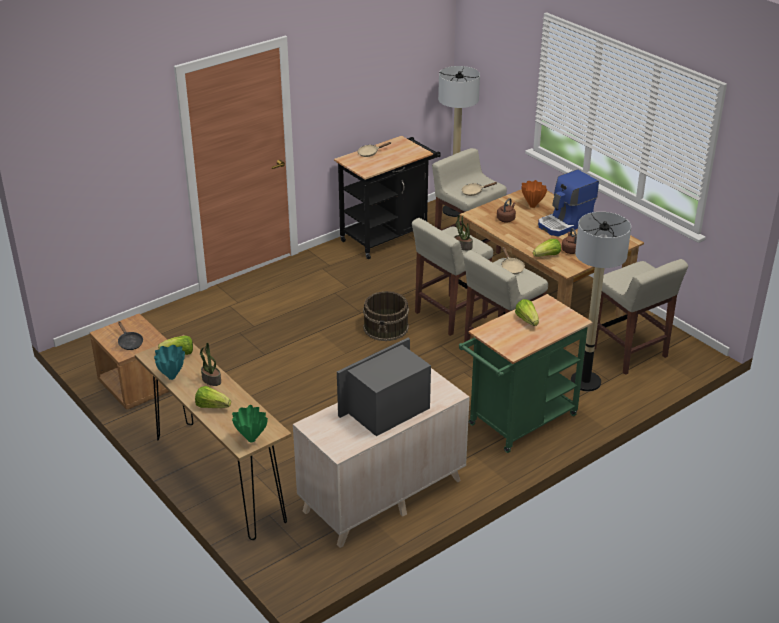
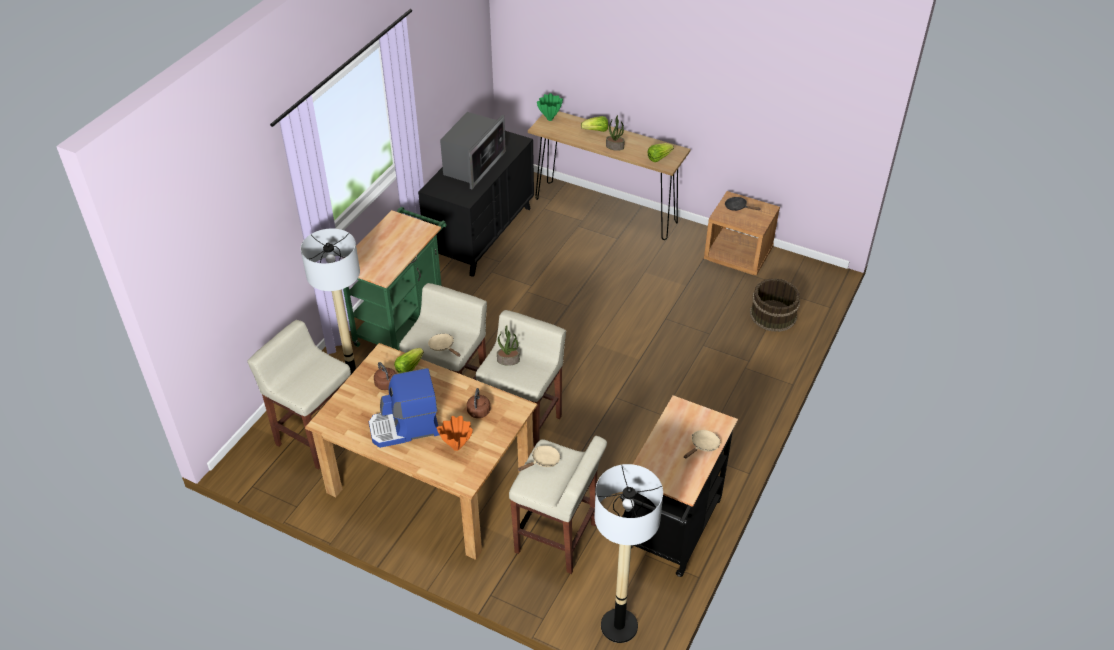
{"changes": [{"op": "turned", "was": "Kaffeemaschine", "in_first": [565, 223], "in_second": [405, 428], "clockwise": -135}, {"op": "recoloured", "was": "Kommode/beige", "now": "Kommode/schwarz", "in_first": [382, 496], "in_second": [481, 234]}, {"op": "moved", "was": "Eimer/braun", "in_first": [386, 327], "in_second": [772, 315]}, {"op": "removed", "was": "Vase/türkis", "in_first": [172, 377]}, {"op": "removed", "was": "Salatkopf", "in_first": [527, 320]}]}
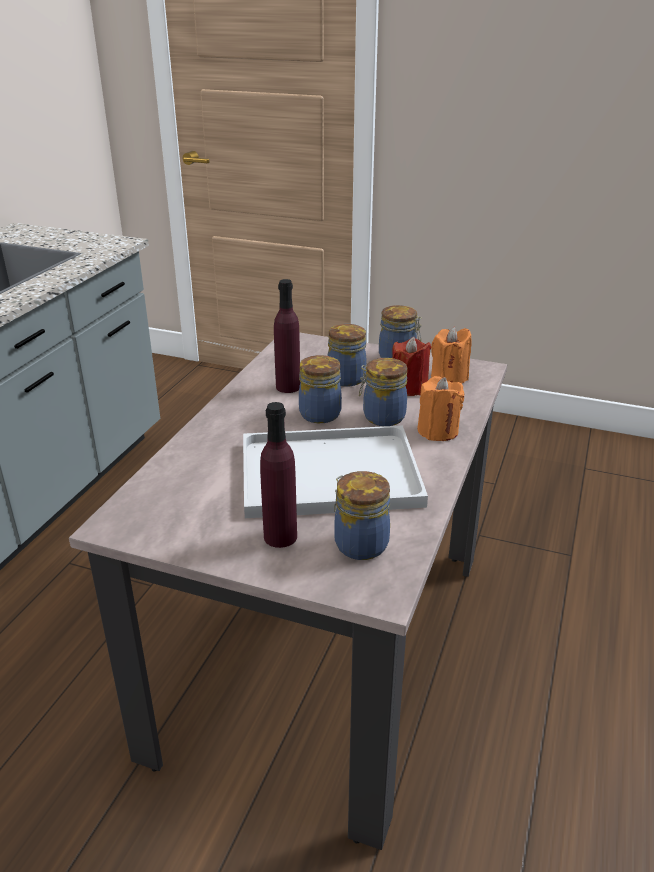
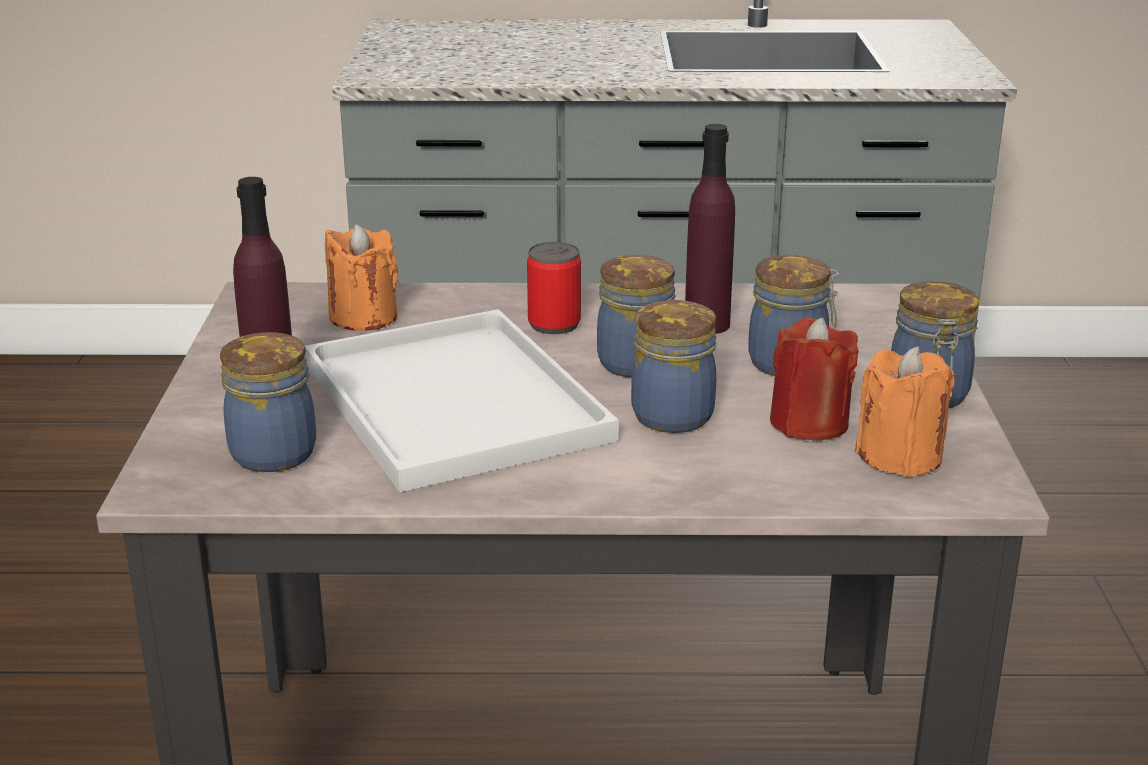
{"changes": [{"op": "moved", "was": "Kerze/orange", "in_first": [438, 431], "in_second": [363, 317]}, {"op": "added", "now": "Dose", "in_second": [554, 324]}]}
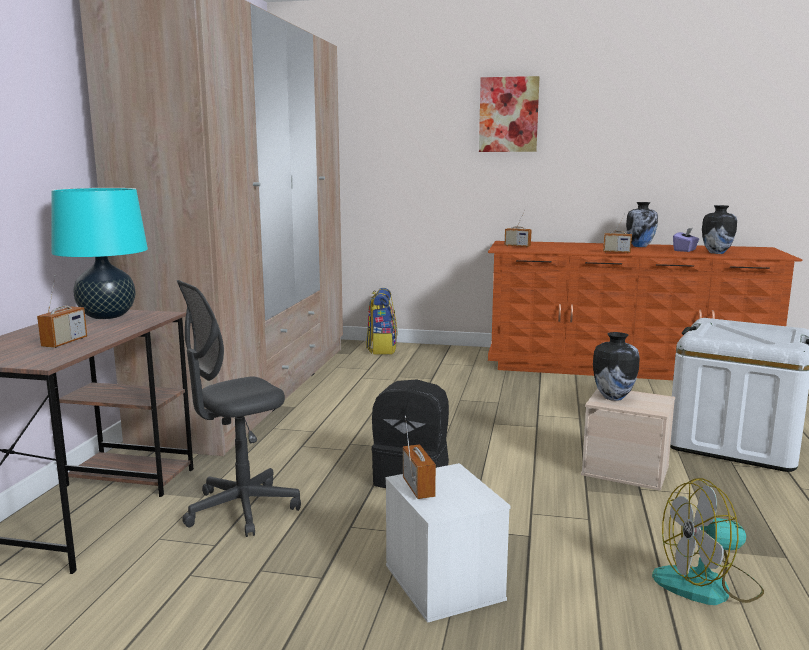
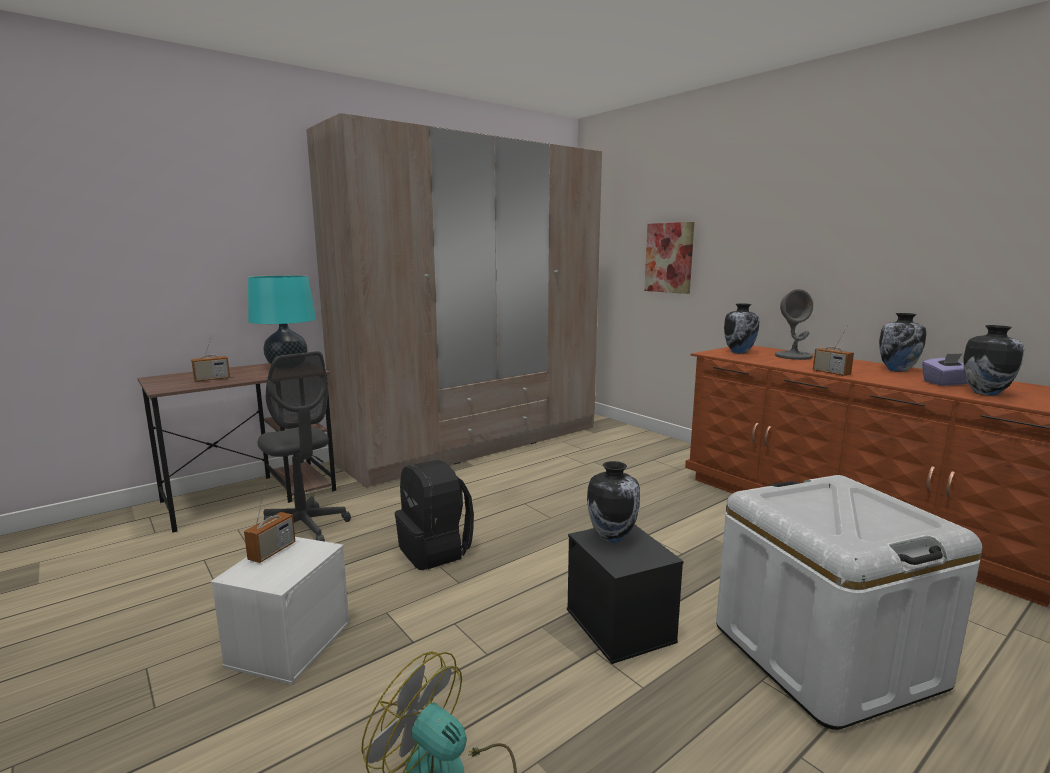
{"changes": [{"op": "turned", "was": "Bürostuhl/grau", "in_first": [242, 509], "in_second": [304, 529], "clockwise": -135}, {"op": "recoloured", "was": "Aufbewahrungsbox/beige", "now": "Aufbewahrungsbox/schwarz", "in_first": [626, 470], "in_second": [621, 626]}, {"op": "moved", "was": "Bild", "in_first": [508, 114], "in_second": [669, 258]}, {"op": "replaced", "was": "Radio", "now": "Vase", "in_first": [517, 246], "in_second": [739, 352]}, {"op": "added", "now": "Tischlampe/grau", "in_second": [793, 356]}, {"op": "removed", "was": "Rucksack", "in_first": [382, 349]}]}
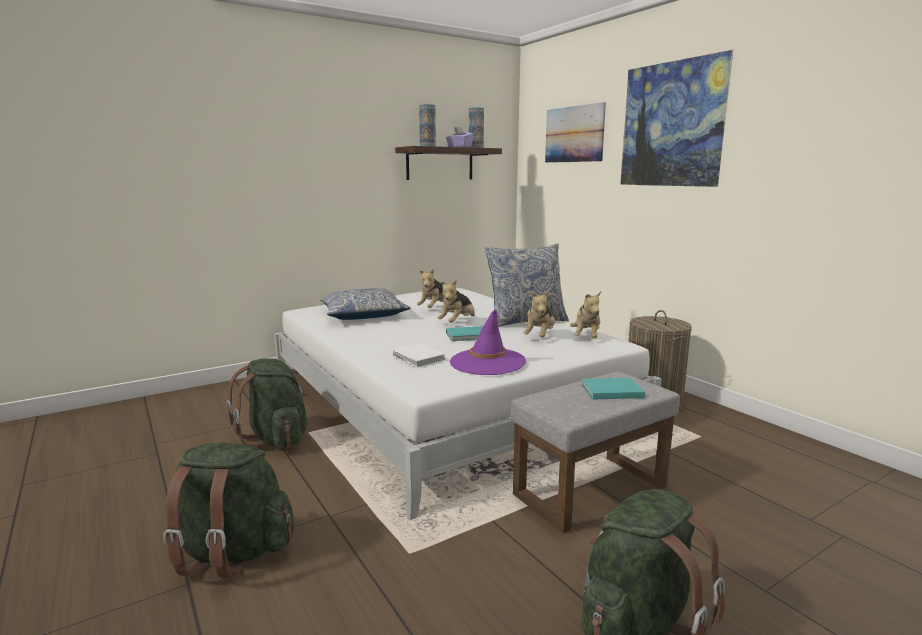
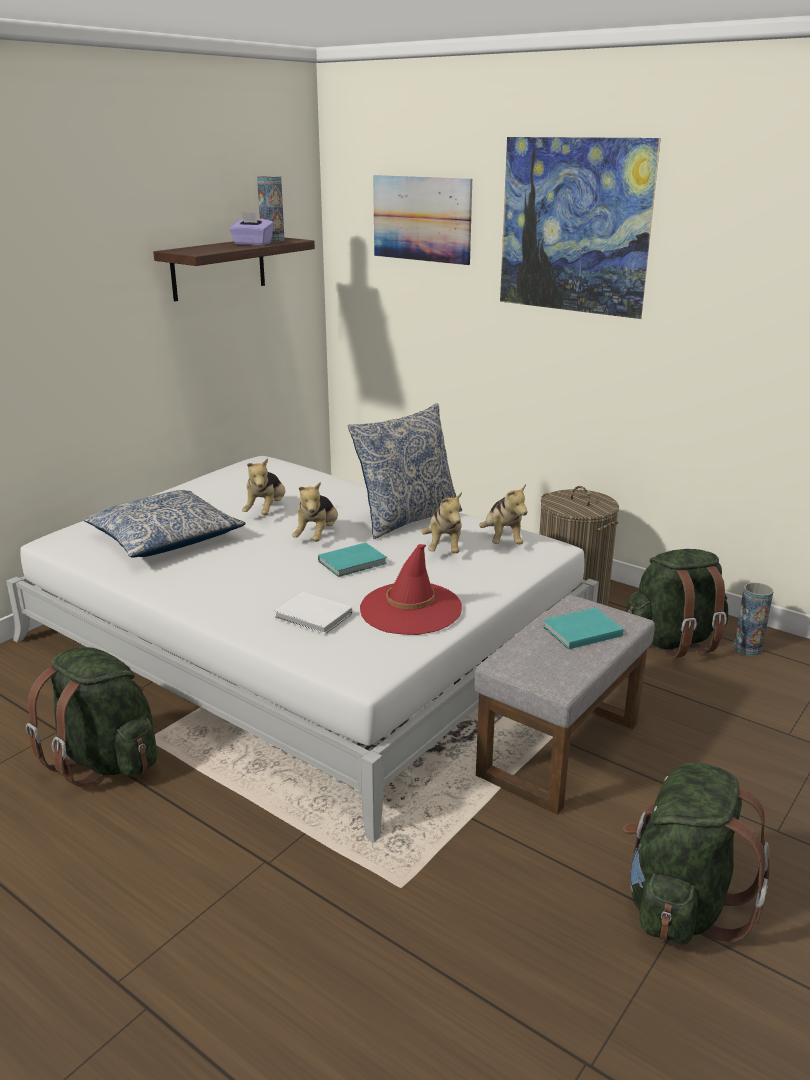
{"changes": [{"op": "recoloured", "was": "Hut/lila", "now": "Hut/rot", "in_first": [487, 362], "in_second": [410, 609]}, {"op": "moved", "was": "Rucksack/grün", "in_first": [231, 553], "in_second": [674, 641]}, {"op": "moved", "was": "Vase", "in_first": [427, 147], "in_second": [747, 648]}]}
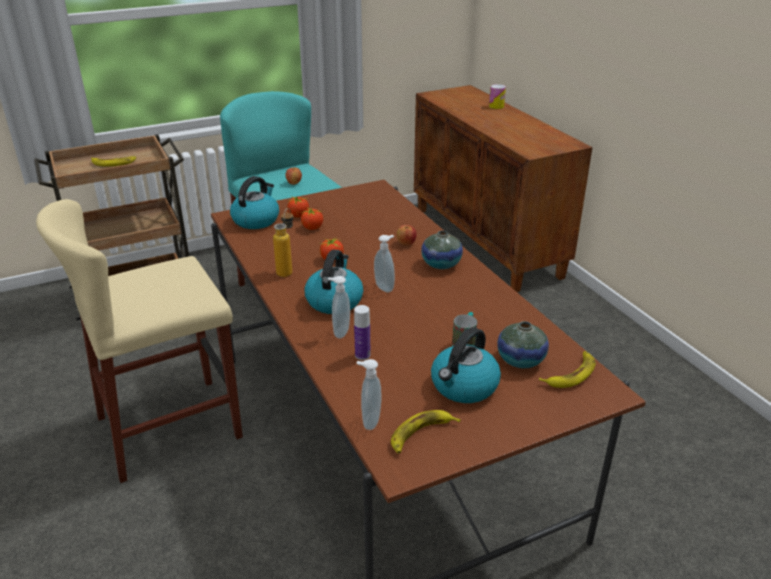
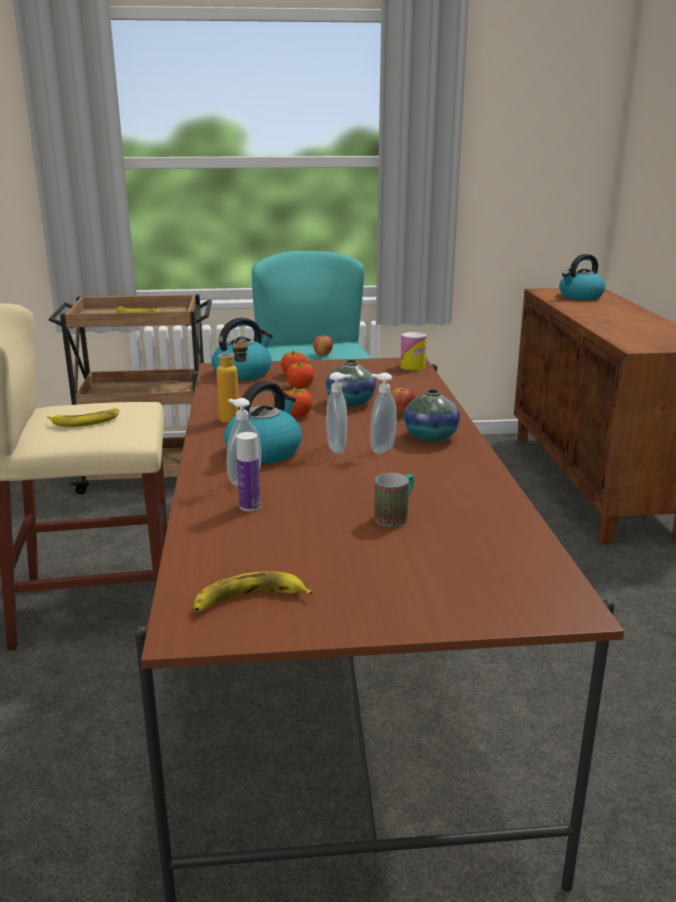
{"changes": [{"op": "moved", "was": "Banane", "in_first": [570, 374], "in_second": [86, 421]}, {"op": "moved", "was": "Vase", "in_first": [520, 360], "in_second": [350, 403]}, {"op": "moved", "was": "Seifenspender", "in_first": [369, 421], "in_second": [381, 449]}, {"op": "moved", "was": "Dose", "in_first": [496, 106], "in_second": [412, 367]}, {"op": "moved", "was": "Wasserkessel", "in_first": [464, 386], "in_second": [580, 296]}]}
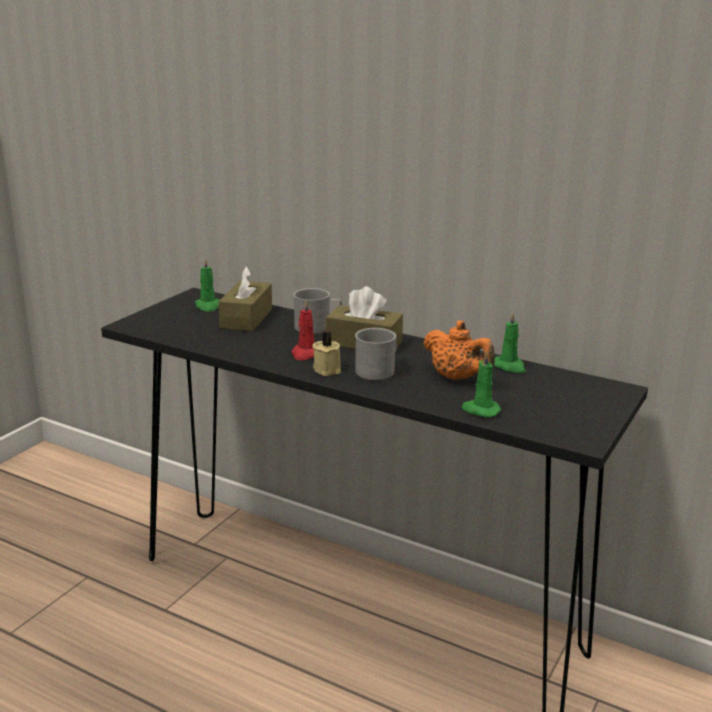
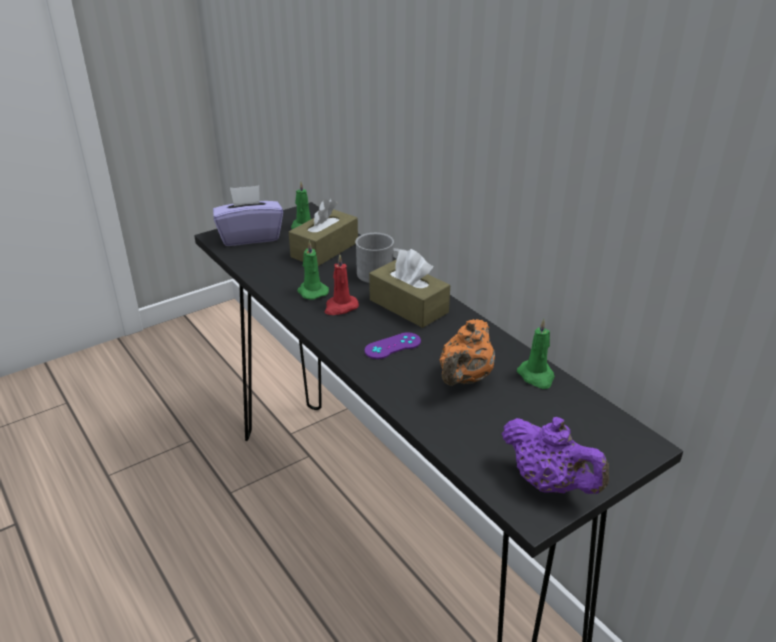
{"changes": [{"op": "added", "now": "Taschentuchbox/lila", "in_second": [250, 237]}, {"op": "moved", "was": "Kerze/grün", "in_first": [480, 410], "in_second": [311, 291]}, {"op": "replaced", "was": "Henkelbecher/grau", "now": "Gamepad/lila", "in_first": [378, 370], "in_second": [392, 346]}, {"op": "turned", "was": "Teekanne/orange", "in_first": [457, 378], "in_second": [465, 378], "clockwise": 45}, {"op": "added", "now": "Teekanne/lila", "in_second": [549, 483]}, {"op": "removed", "was": "Kerze/beige", "in_first": [328, 369]}]}
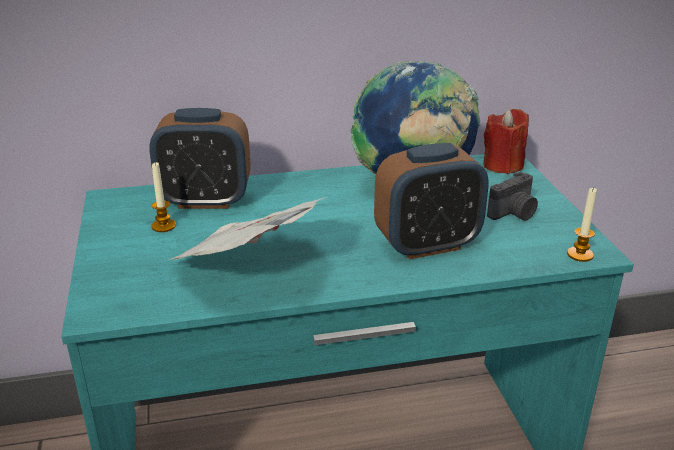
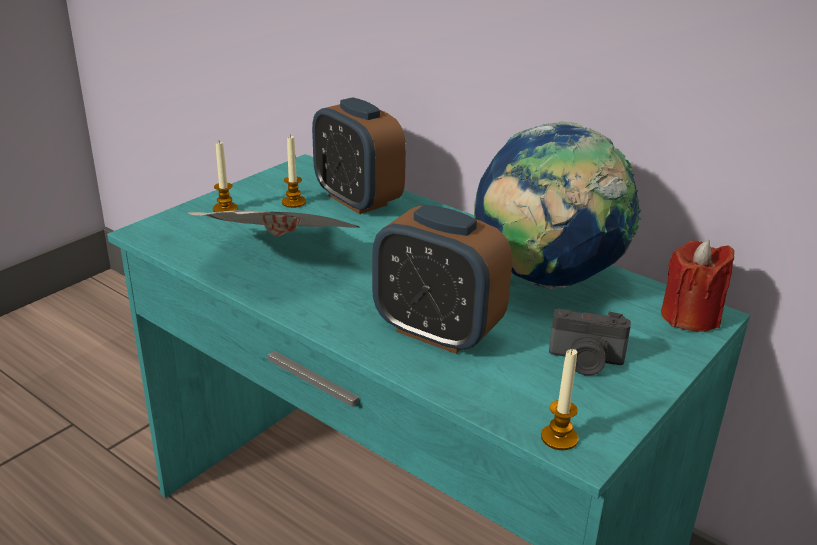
{"changes": [{"op": "added", "now": "Kerze", "in_second": [225, 209]}]}
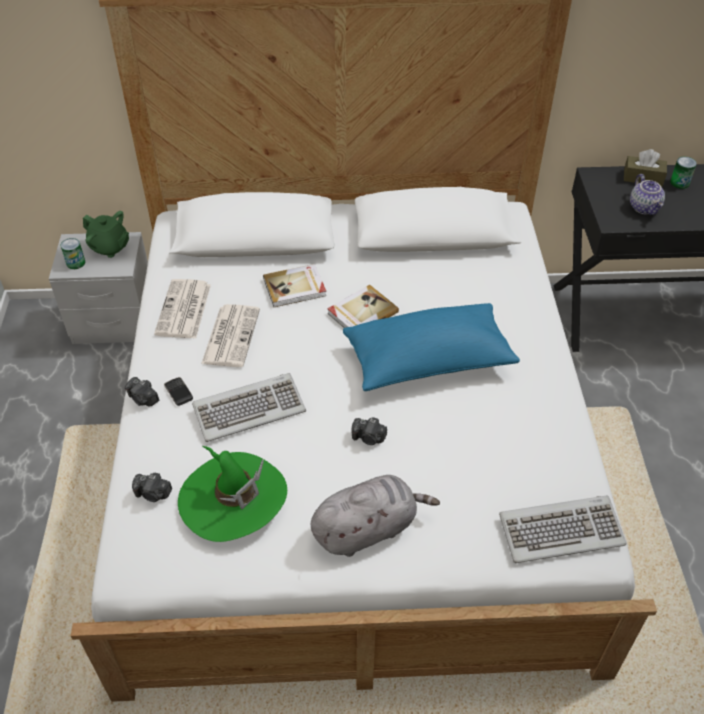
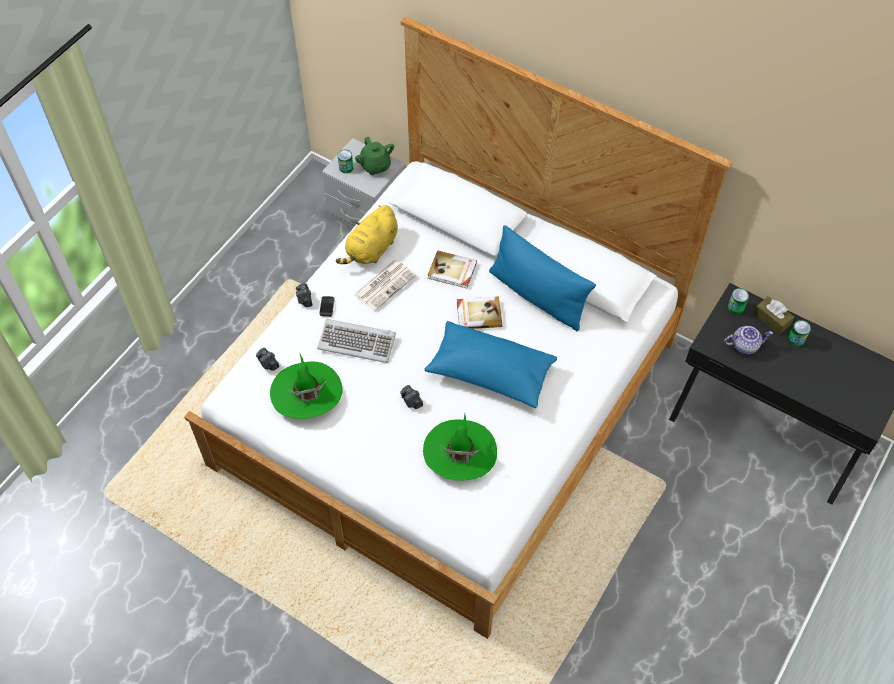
{"changes": [{"op": "replaced", "was": "Zeitung", "now": "Plüschtier/gelb", "in_first": [184, 310], "in_second": [371, 249]}, {"op": "added", "now": "Hut/grün", "in_second": [460, 452]}, {"op": "added", "now": "Kissen/blau", "in_second": [537, 296]}, {"op": "turned", "was": "Teekanne", "in_first": [645, 208], "in_second": [744, 345], "clockwise": -120}, {"op": "added", "now": "Dose", "in_second": [735, 307]}, {"op": "removed", "was": "Plüschtier/grau", "in_first": [368, 528]}, {"op": "removed", "was": "Tastatur", "in_first": [561, 530]}]}
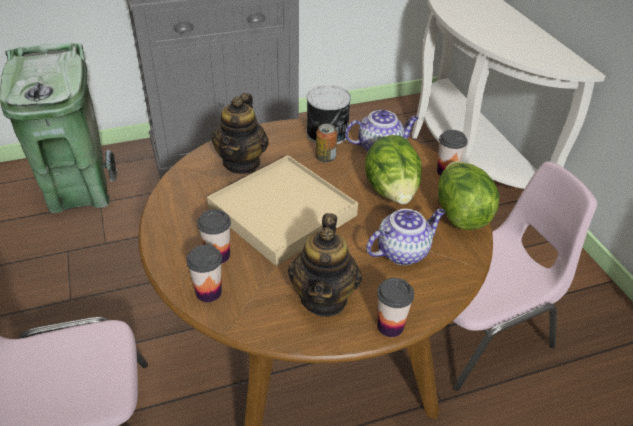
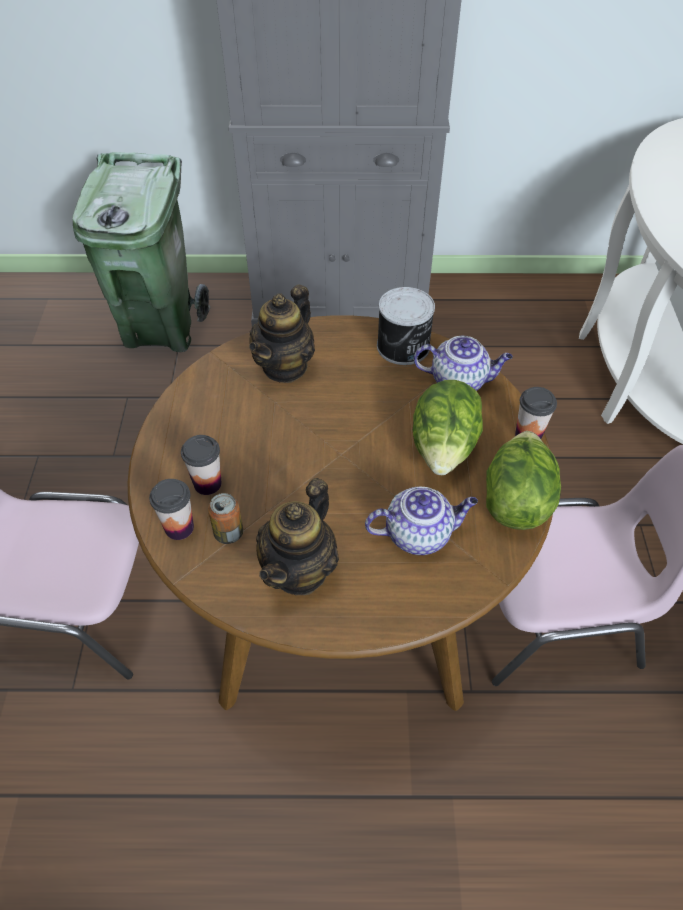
{"changes": [{"op": "moved", "was": "Dose", "in_first": [325, 158], "in_second": [228, 533]}, {"op": "removed", "was": "Tablett/beige", "in_first": [282, 212]}, {"op": "removed", "was": "Tasse", "in_first": [390, 326]}]}
